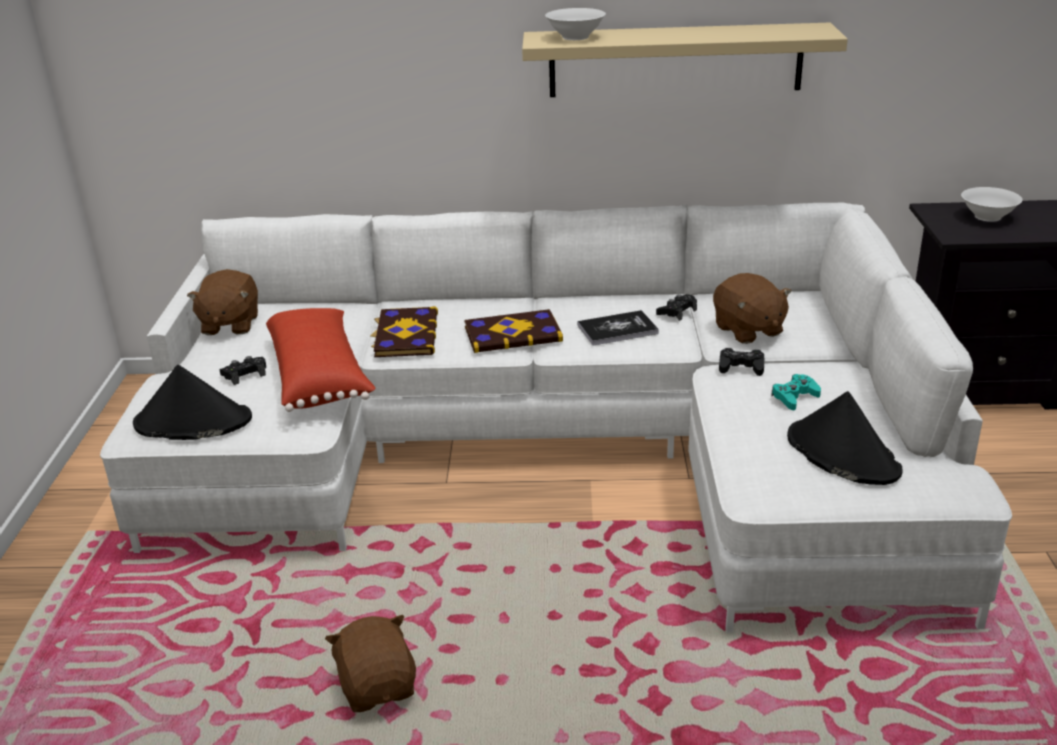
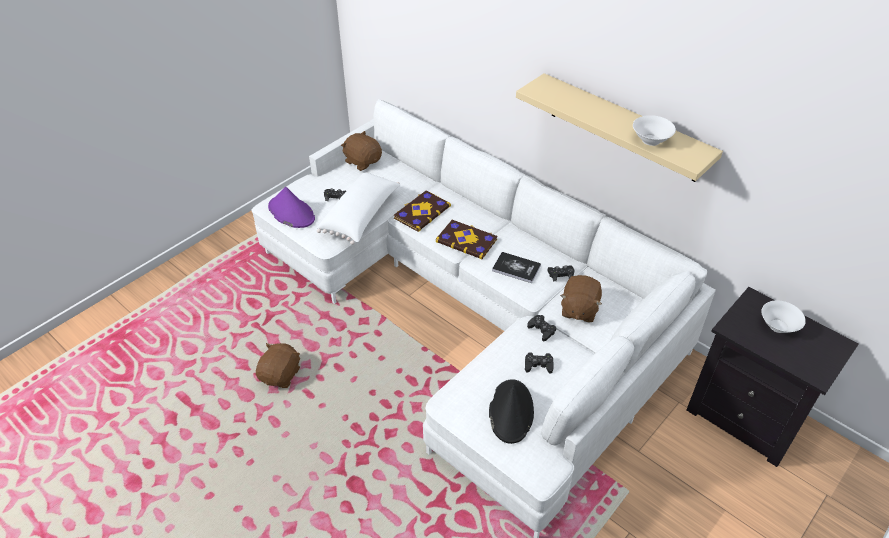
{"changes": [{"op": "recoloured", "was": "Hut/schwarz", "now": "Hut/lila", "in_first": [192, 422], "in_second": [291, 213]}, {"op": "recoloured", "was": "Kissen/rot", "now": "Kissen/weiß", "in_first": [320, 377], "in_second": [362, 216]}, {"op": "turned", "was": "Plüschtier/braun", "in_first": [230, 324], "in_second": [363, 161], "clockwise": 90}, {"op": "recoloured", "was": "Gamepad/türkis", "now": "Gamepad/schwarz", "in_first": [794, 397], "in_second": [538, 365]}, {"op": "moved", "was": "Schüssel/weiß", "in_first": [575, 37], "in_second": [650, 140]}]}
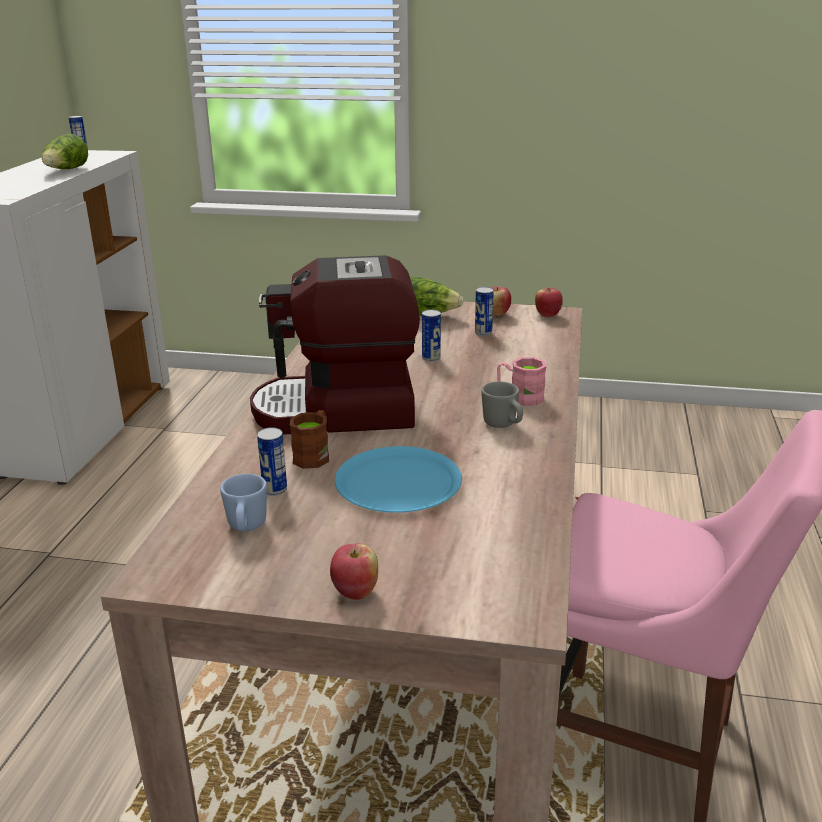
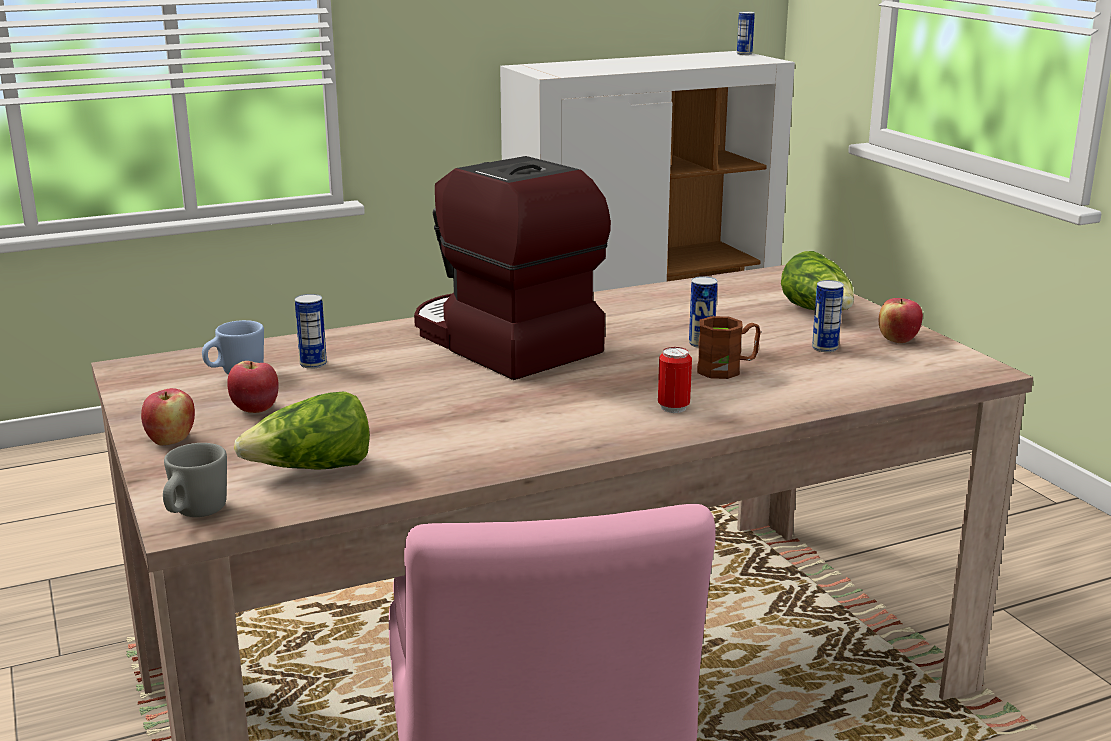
{"changes": [{"op": "moved", "was": "Henkelbecher/grau", "in_first": [503, 425], "in_second": [195, 513]}, {"op": "moved", "was": "Apfel", "in_first": [547, 315], "in_second": [255, 409]}, {"op": "moved", "was": "Salatkopf", "in_first": [66, 170], "in_second": [312, 469]}, {"op": "replaced", "was": "Henkelbecher/rosa", "now": "Dose", "in_first": [520, 397], "in_second": [673, 408]}, {"op": "moved", "was": "Henkelbecher/braun", "in_first": [314, 455], "in_second": [727, 369]}, {"op": "removed", "was": "Teller/blau", "in_first": [398, 482]}]}
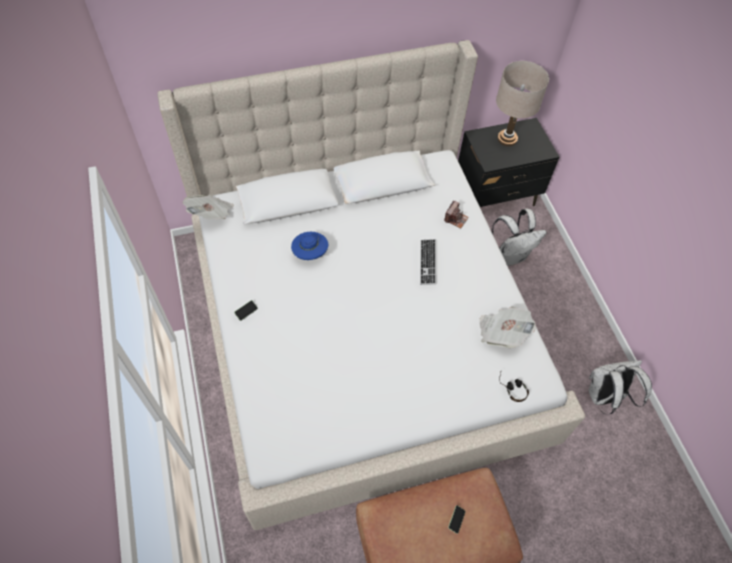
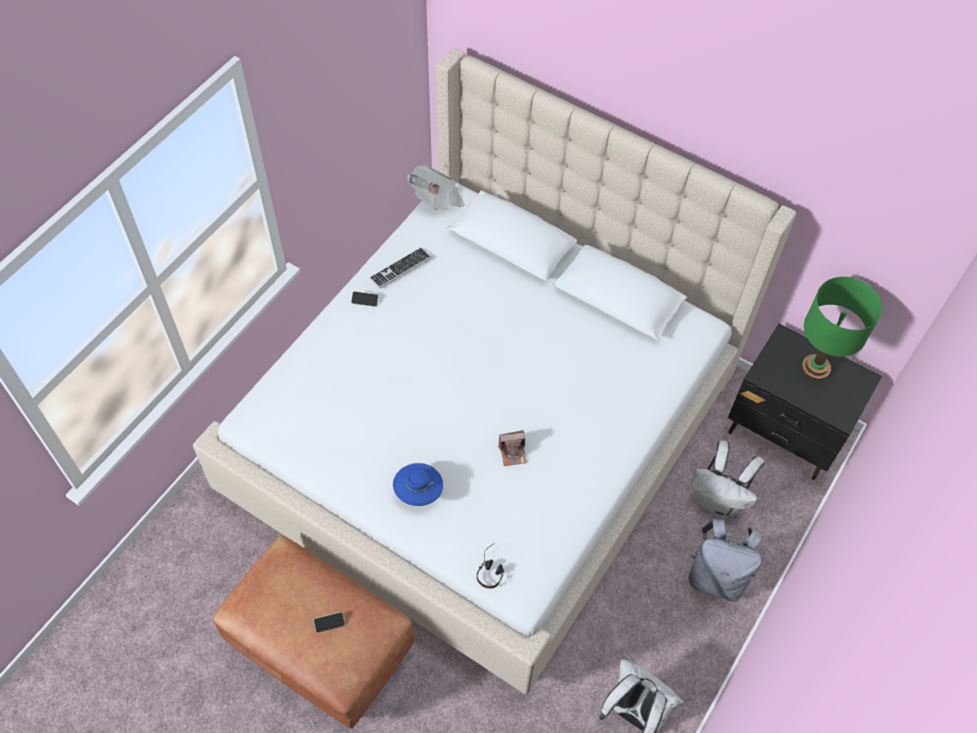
{"changes": [{"op": "moved", "was": "Tastatur", "in_first": [427, 262], "in_second": [400, 268]}, {"op": "moved", "was": "Hut/blau", "in_first": [310, 253], "in_second": [418, 492]}, {"op": "moved", "was": "Kamera", "in_first": [455, 219], "in_second": [513, 453]}, {"op": "added", "now": "Rucksack/grau", "in_second": [716, 576]}, {"op": "recoloured", "was": "Tischlampe/beige", "now": "Tischlampe/grün", "in_first": [507, 139], "in_second": [815, 368]}, {"op": "removed", "was": "Zeitung", "in_first": [502, 332]}]}
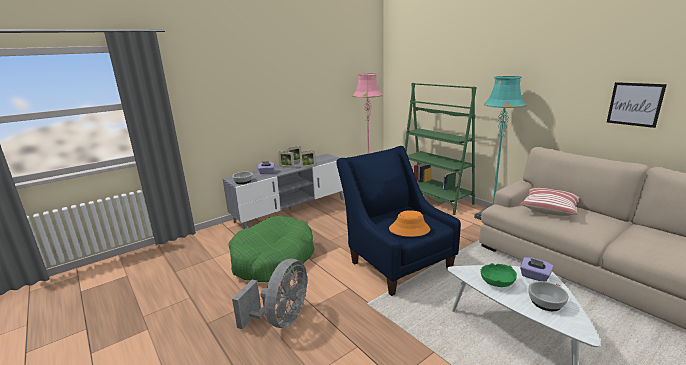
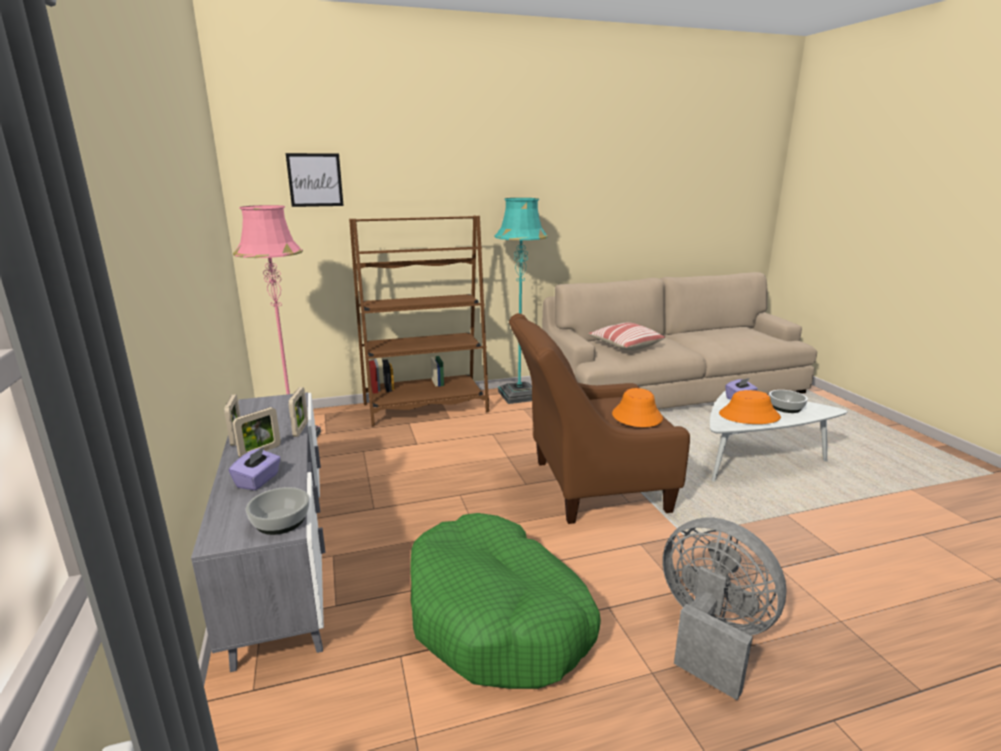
{"changes": [{"op": "moved", "was": "Bild", "in_first": [635, 104], "in_second": [315, 180]}, {"op": "recoloured", "was": "Bücherregal/grün", "now": "Bücherregal/braun", "in_first": [435, 199], "in_second": [425, 408]}, {"op": "recoloured", "was": "Sessel/blau", "now": "Sessel/braun", "in_first": [396, 262], "in_second": [588, 487]}, {"op": "replaced", "was": "Schüssel/grün", "now": "Hut/orange", "in_first": [496, 282], "in_second": [749, 416]}]}
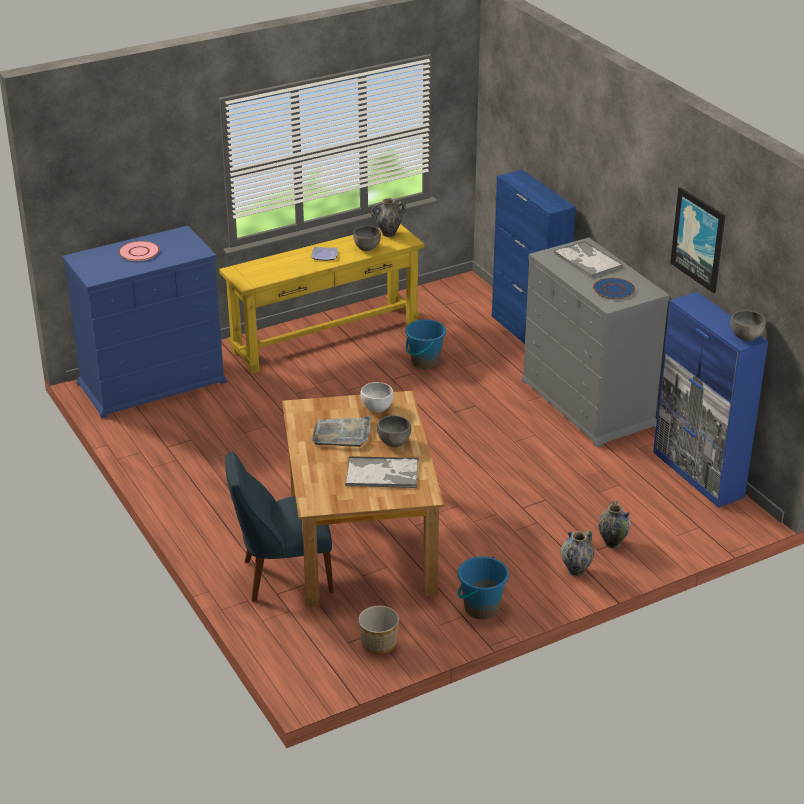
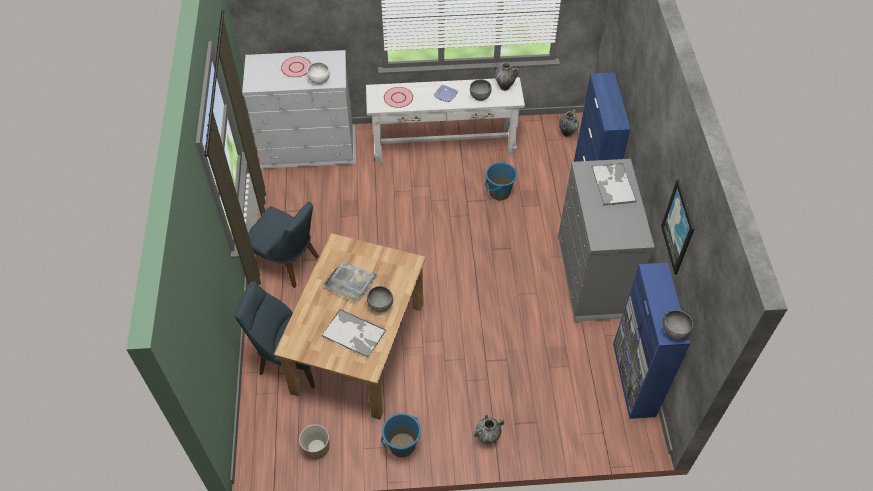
{"changes": [{"op": "recoloured", "was": "Kommode/blau", "now": "Kommode/weiß", "in_first": [152, 382], "in_second": [308, 148]}, {"op": "added", "now": "Stuhl/blau", "in_second": [287, 263]}, {"op": "moved", "was": "Schüssel/weiß", "in_first": [377, 408], "in_second": [319, 81]}, {"op": "recoloured", "was": "Konsolentisch/gelb", "now": "Konsolentisch/weiß", "in_first": [325, 338], "in_second": [444, 145]}, {"op": "added", "now": "Teller/rosa", "in_second": [398, 98]}, {"op": "moved", "was": "Vase", "in_first": [612, 543], "in_second": [567, 133]}, {"op": "removed", "was": "Teller/blau", "in_first": [614, 289]}]}
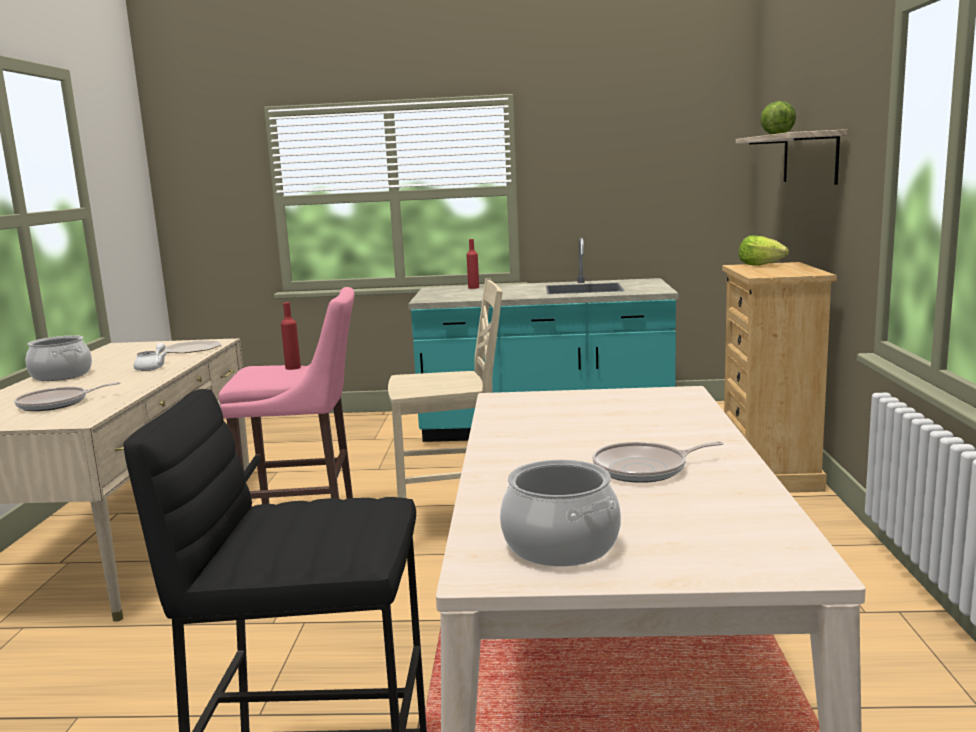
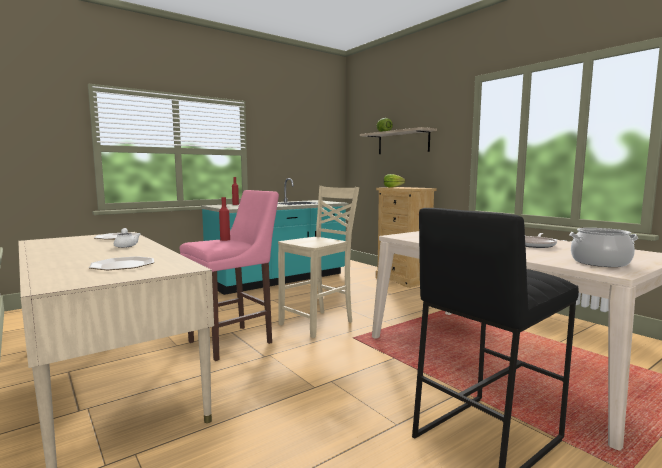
{"changes": [{"op": "replaced", "was": "Pfanne", "now": "Teller", "in_first": [57, 404], "in_second": [123, 265]}, {"op": "removed", "was": "Kochtopf", "in_first": [62, 375]}]}
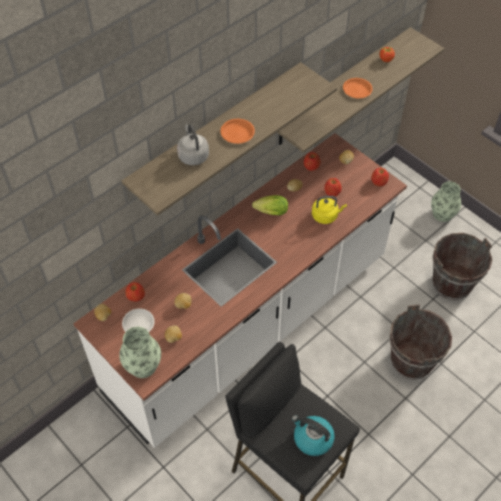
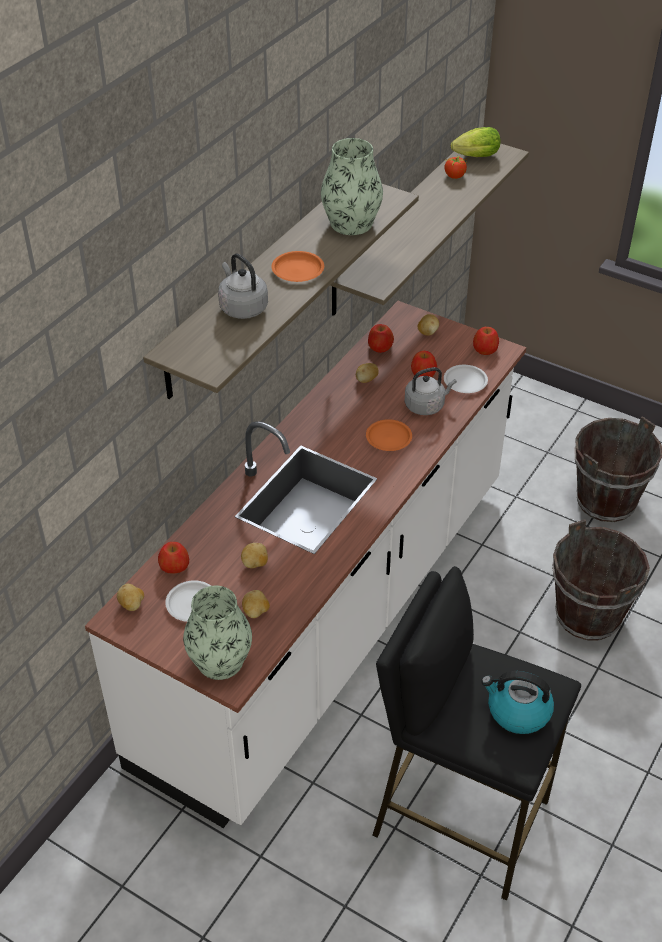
{"changes": [{"op": "moved", "was": "Vase", "in_first": [442, 214], "in_second": [351, 223]}, {"op": "moved", "was": "Teller/orange", "in_first": [357, 90], "in_second": [389, 438]}, {"op": "recoloured", "was": "Wasserkessel/gelb", "now": "Wasserkessel/grau", "in_first": [326, 216], "in_second": [426, 405]}, {"op": "added", "now": "Teller/weiß", "in_second": [465, 382]}, {"op": "moved", "was": "Salatkopf", "in_first": [269, 212], "in_second": [473, 157]}]}
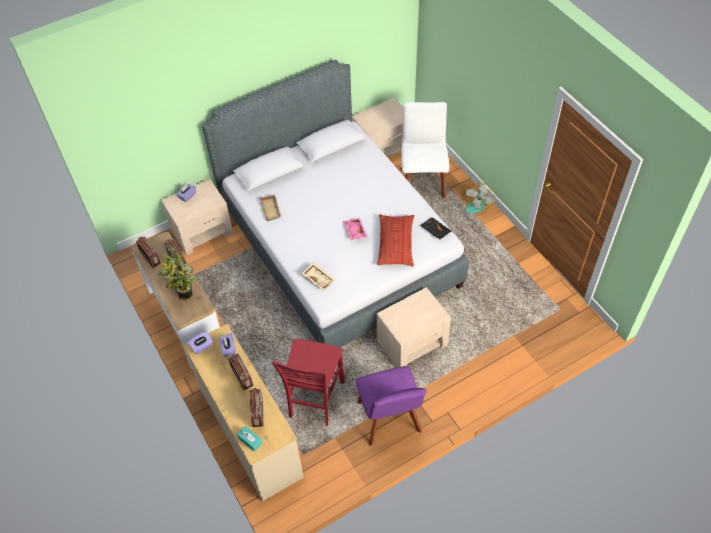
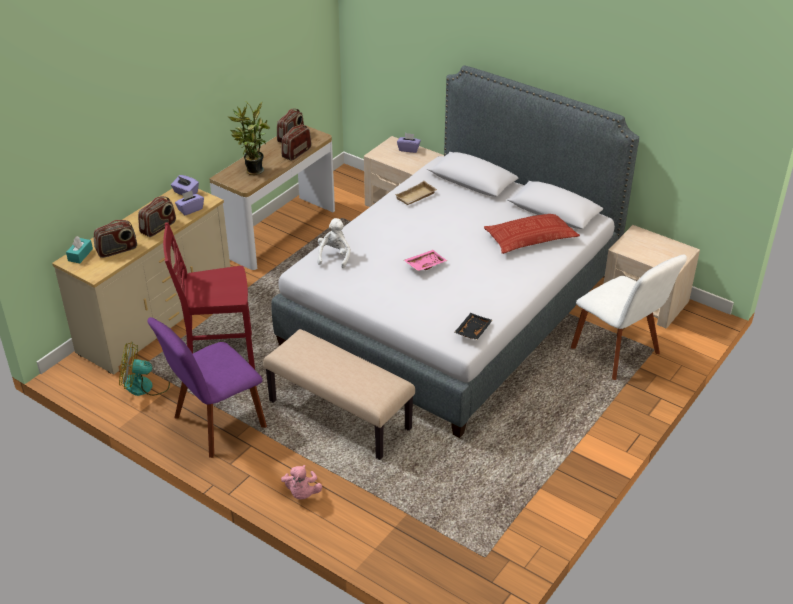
{"changes": [{"op": "moved", "was": "Ventilator", "in_first": [477, 203], "in_second": [145, 385]}, {"op": "replaced", "was": "Nachttisch/beige", "now": "Bank/beige", "in_first": [412, 343], "in_second": [340, 414]}, {"op": "added", "now": "Plüschtier/rosa", "in_second": [302, 493]}, {"op": "replaced", "was": "Tablett/beige", "now": "Plüschtier/weiß", "in_first": [319, 278], "in_second": [334, 256]}, {"op": "moved", "was": "Kissen", "in_first": [395, 243], "in_second": [530, 237]}, {"op": "turned", "was": "Stuhl/weiß", "in_first": [422, 181], "in_second": [618, 353], "clockwise": 75}]}
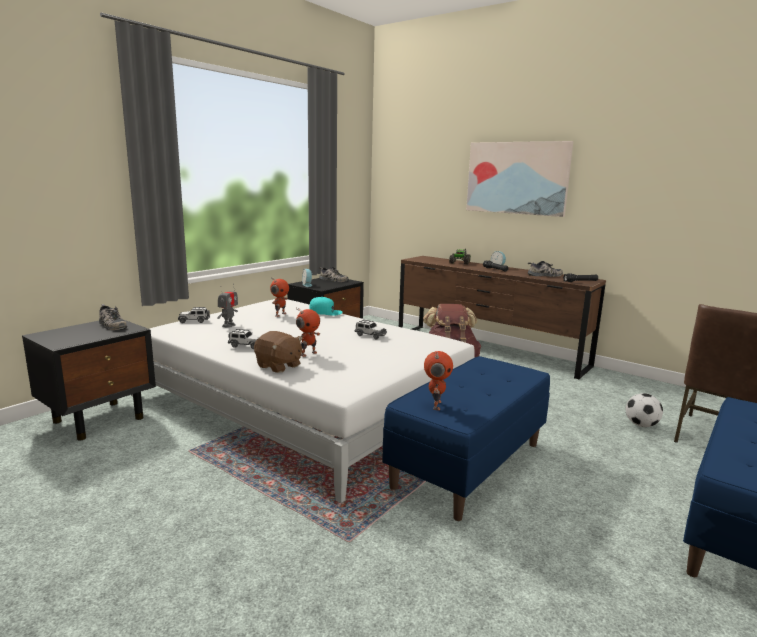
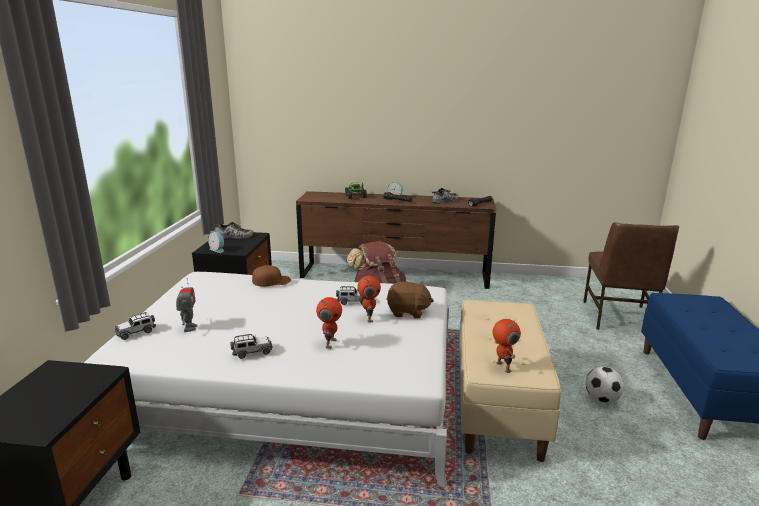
{"changes": [{"op": "recoloured", "was": "Kappe/türkis", "now": "Kappe/braun", "in_first": [325, 311], "in_second": [271, 281]}, {"op": "moved", "was": "Spielzeugroboter", "in_first": [280, 314], "in_second": [368, 318]}, {"op": "moved", "was": "Plüschtier/braun", "in_first": [278, 366], "in_second": [408, 312]}, {"op": "recoloured", "was": "Bank/blau", "now": "Bank/beige", "in_first": [468, 464], "in_second": [496, 403]}, {"op": "moved", "was": "Fußball", "in_first": [641, 425], "in_second": [602, 399]}, {"op": "removed", "was": "Schuh", "in_first": [111, 325]}, {"op": "removed", "was": "Bild", "in_first": [517, 178]}]}
